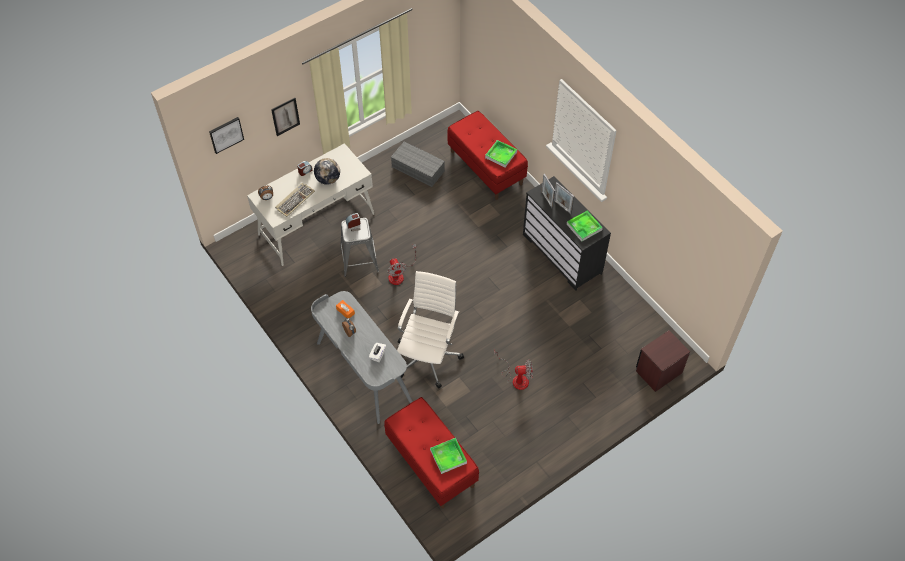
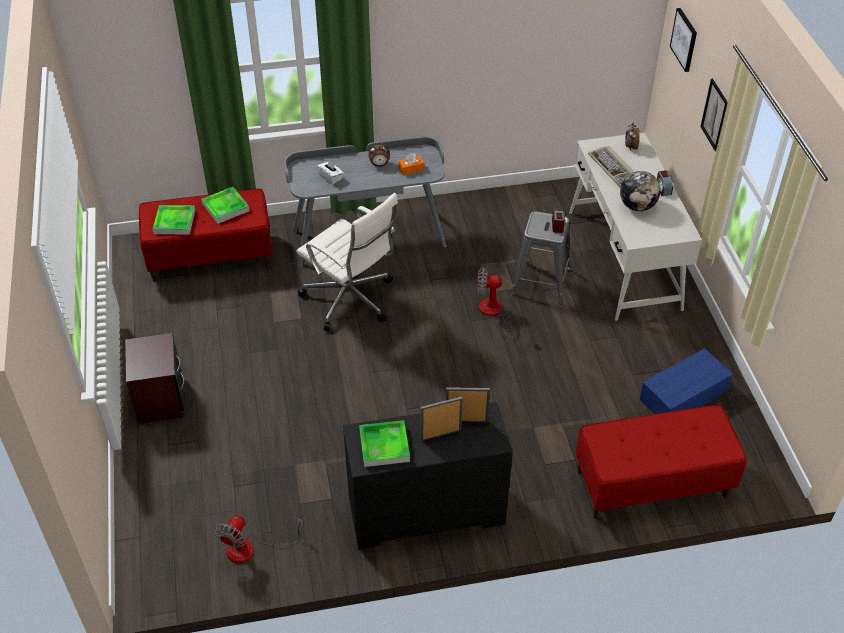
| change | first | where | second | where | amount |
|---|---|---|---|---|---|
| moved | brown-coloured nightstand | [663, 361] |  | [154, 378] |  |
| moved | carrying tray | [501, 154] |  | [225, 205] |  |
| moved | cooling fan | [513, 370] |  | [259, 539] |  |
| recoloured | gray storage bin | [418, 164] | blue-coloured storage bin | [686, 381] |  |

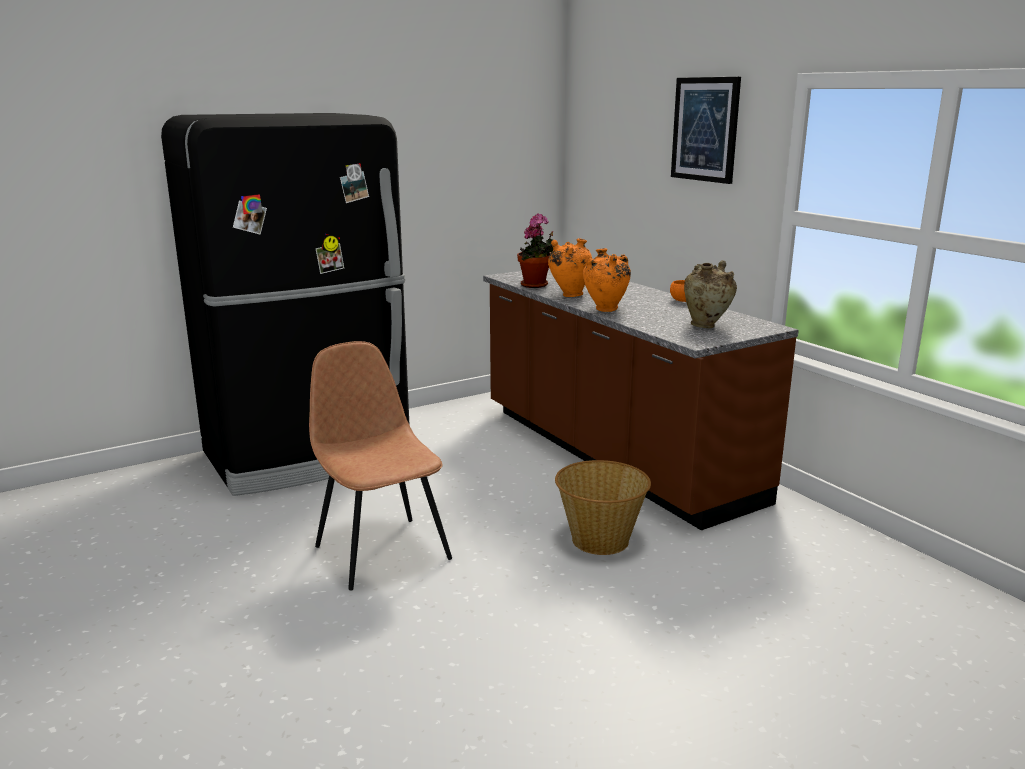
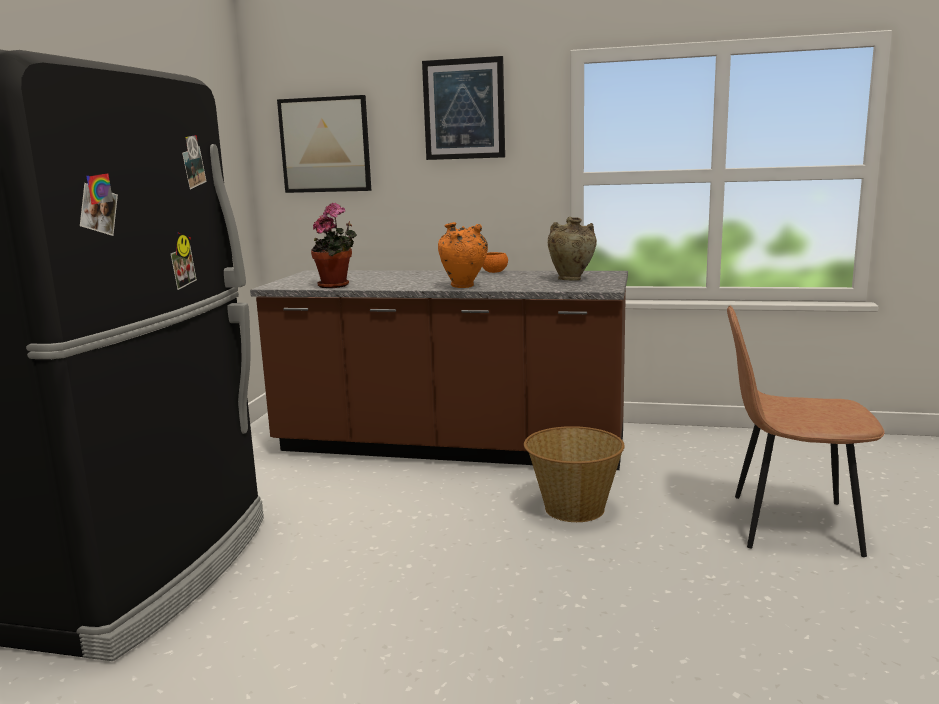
| change | first | where | second | where | amount |
|---|---|---|---|---|---|
| added |  |  | wall art | [324, 144] |  |
| moved | brown-coloured plain chair | [380, 465] |  | [805, 431] |  |
| removed | orange-coloured flower vase | [570, 267] |  |  |  |

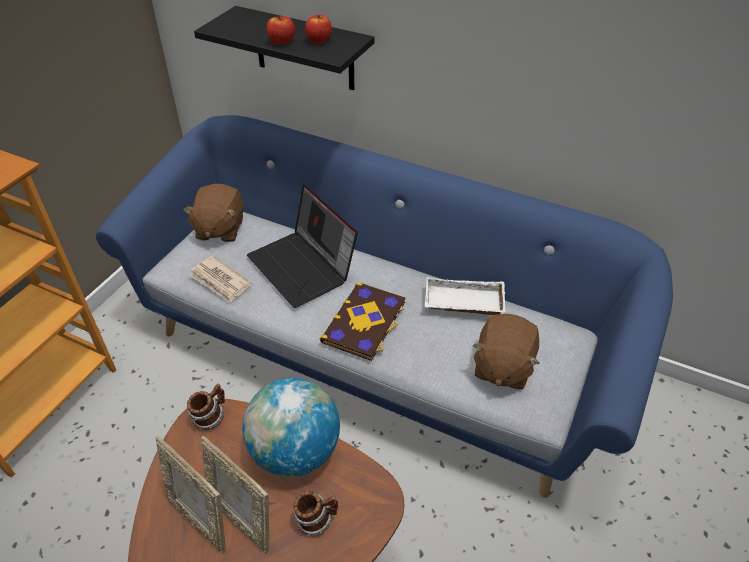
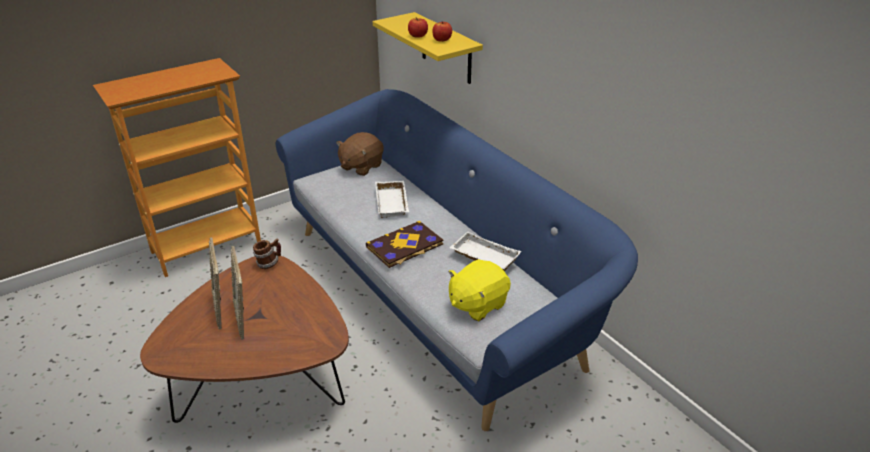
| change | first | where | second | where | amount |
|---|---|---|---|---|---|
| recoloured | blackish shelf | [284, 48] | yellow shelf | [428, 48] |  |
| replaced | notebook computer | [302, 246] | whitish carrying tray | [392, 199] |  |
| recoloured | brown-coloured cuddly toy | [506, 351] | yellow cuddly toy | [479, 290] |  |
| removed | newspaper | [220, 279] |  |  |  |
| removed | desk globe | [291, 427] |  |  |  |
| removed | coffee mug | [315, 513] |  |  |  |

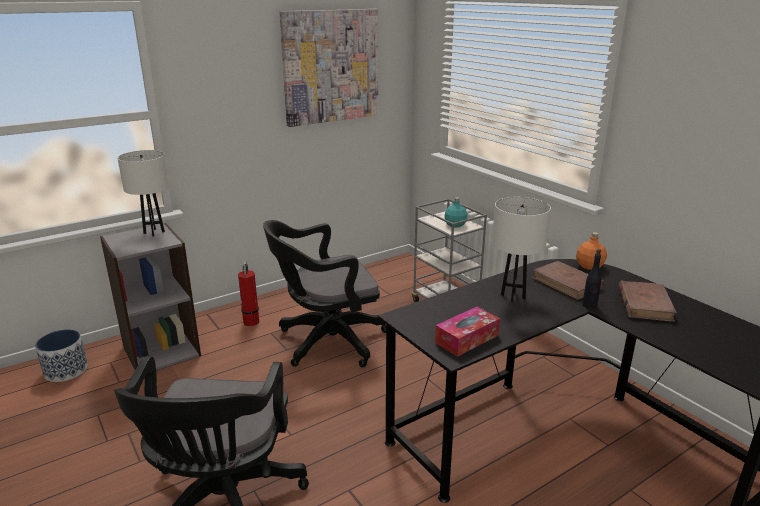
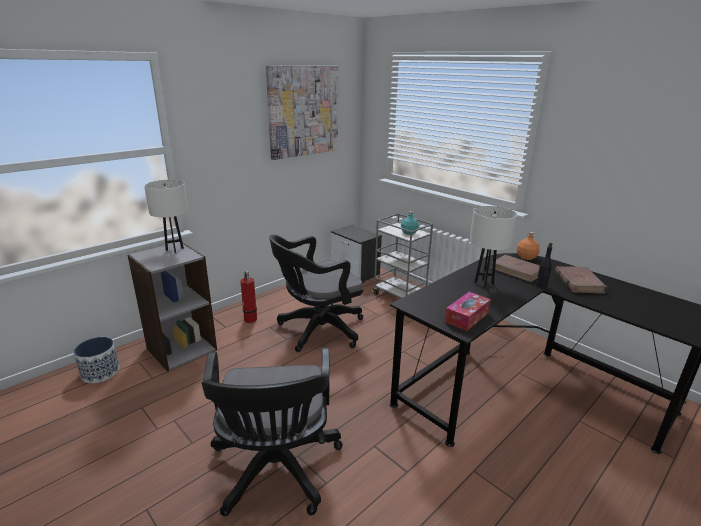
| change | first | where | second | where | amount |
|---|---|---|---|---|---|
| added |  |  | nightstand | [356, 254] |  |

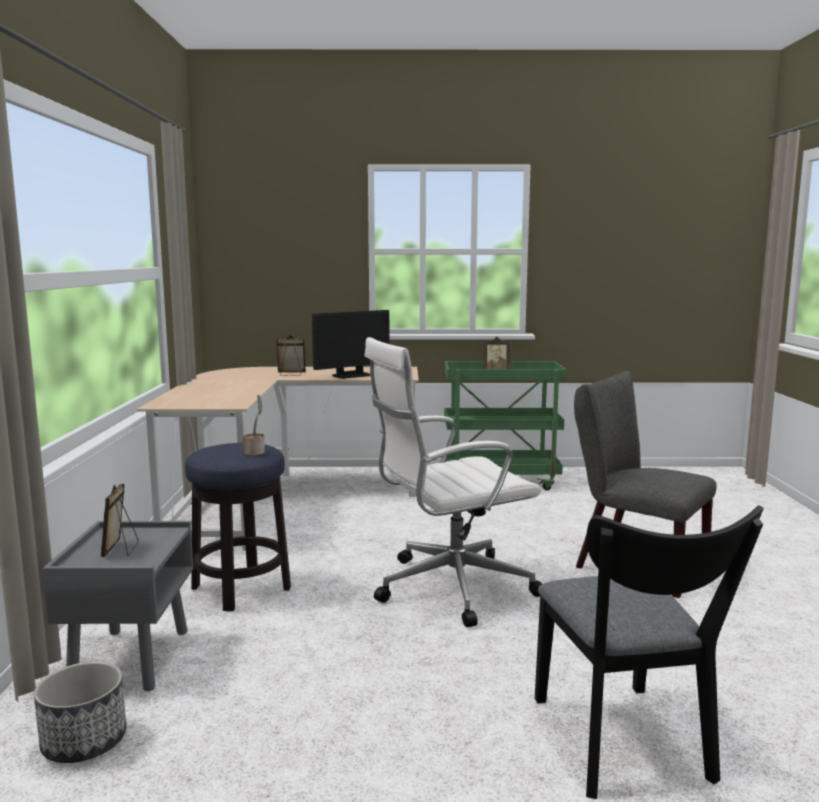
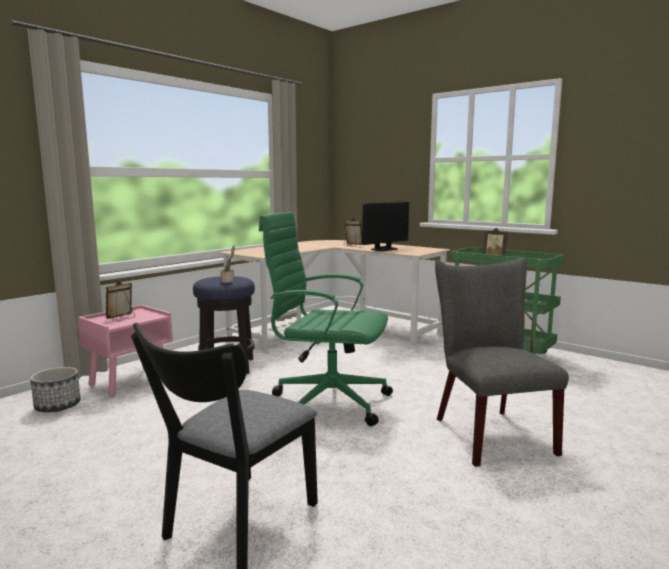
| change | first | where | second | where | amount |
|---|---|---|---|---|---|
| recoloured | gray nightstand | [117, 606] | pink nightstand | [125, 351] |  |
| recoloured | whitish desk chair | [453, 482] | green desk chair | [326, 319] |  |
| turned | computer display | [351, 344] |  | [385, 226] | 45 degrees counterclockwise |

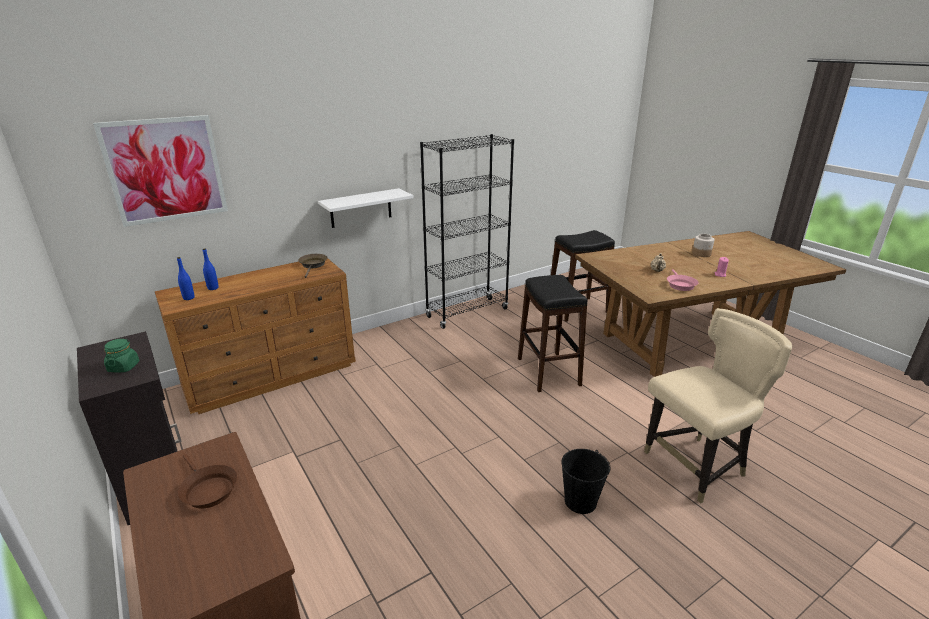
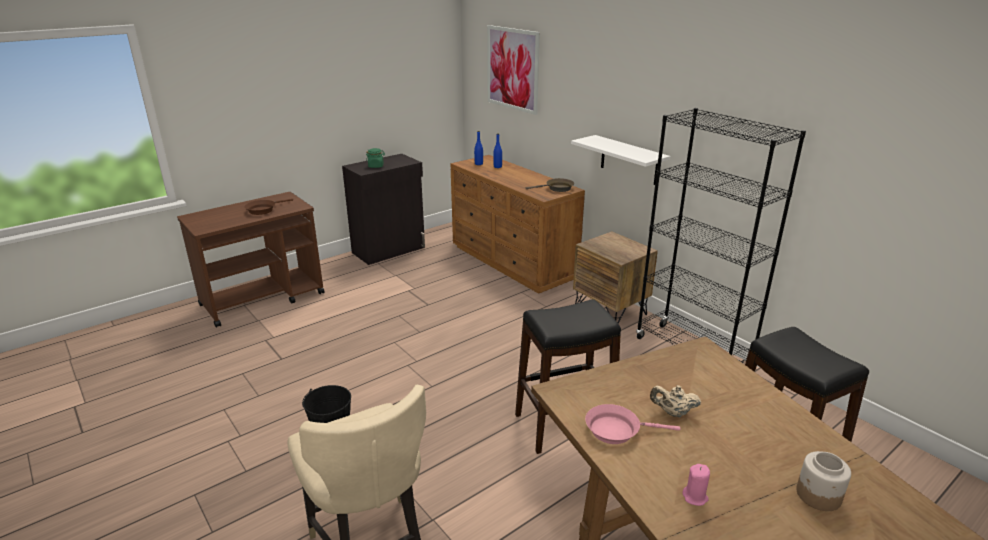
| change | first | where | second | where | amount |
|---|---|---|---|---|---|
| added |  |  | brown-coloured nightstand | [615, 277] |  |

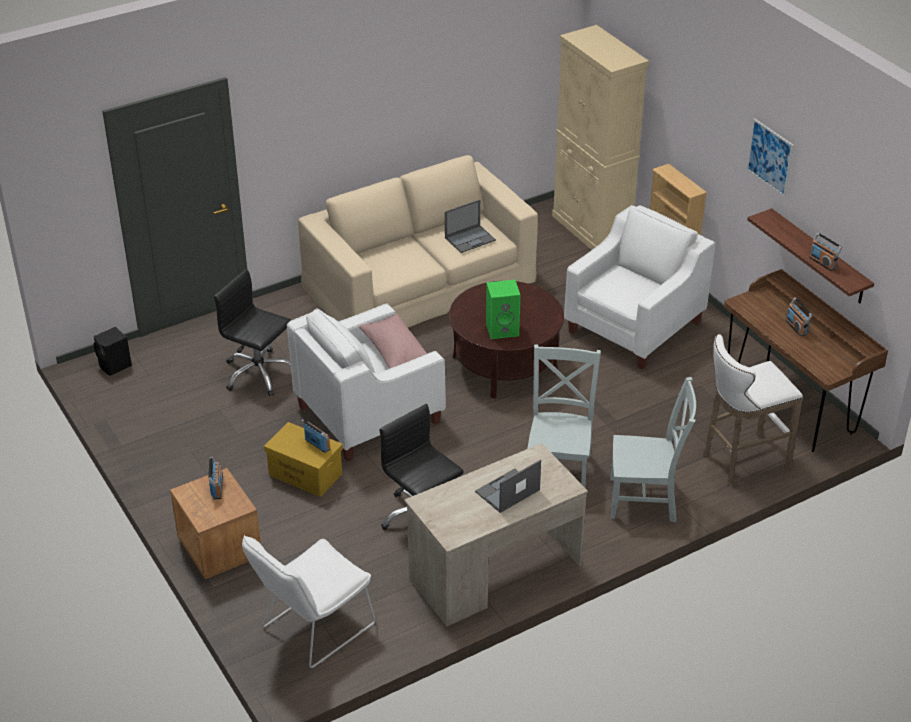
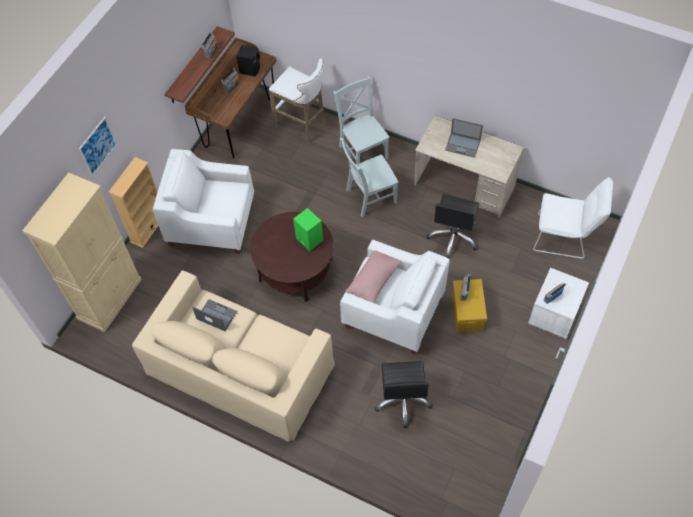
| change | first | where | second | where | amount |
|---|---|---|---|---|---|
| moved | wall art | [770, 157] |  | [98, 146] |  |
| moved | blackish speaker | [112, 351] |  | [248, 61] |  |
| recoloured | brown-coloured nightstand | [215, 524] | whitish nightstand | [558, 303] |  |

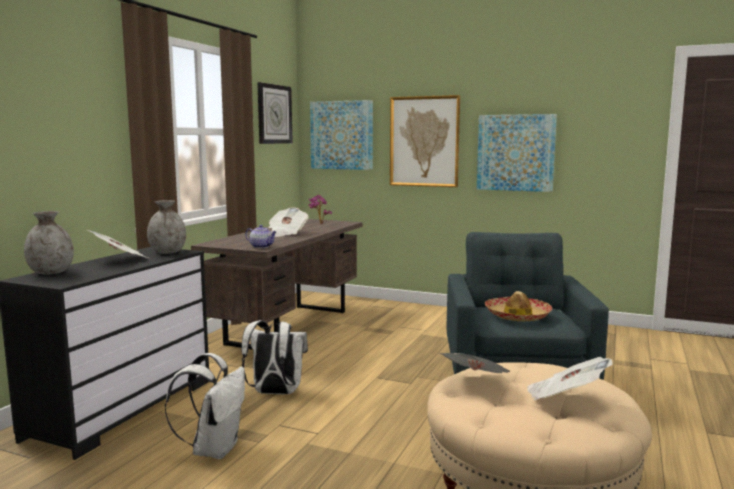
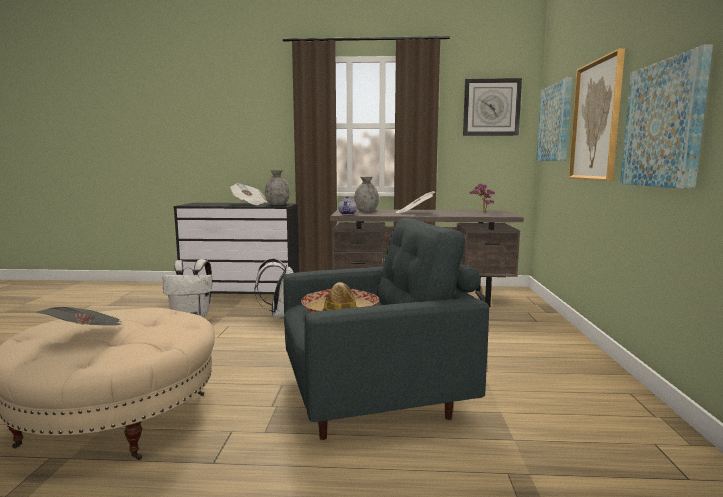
| change | first | where | second | where | amount |
|---|---|---|---|---|---|
| moved | gray flower vase | [49, 243] |  | [366, 194] |  |
| removed | newspaper | [474, 363] |  |  |  |

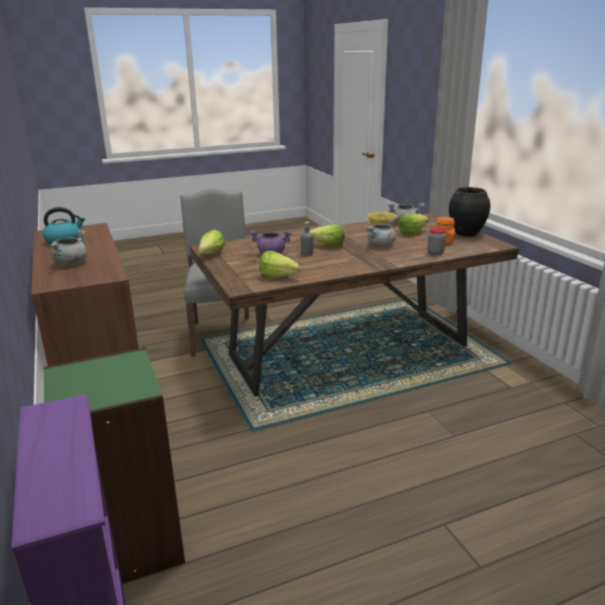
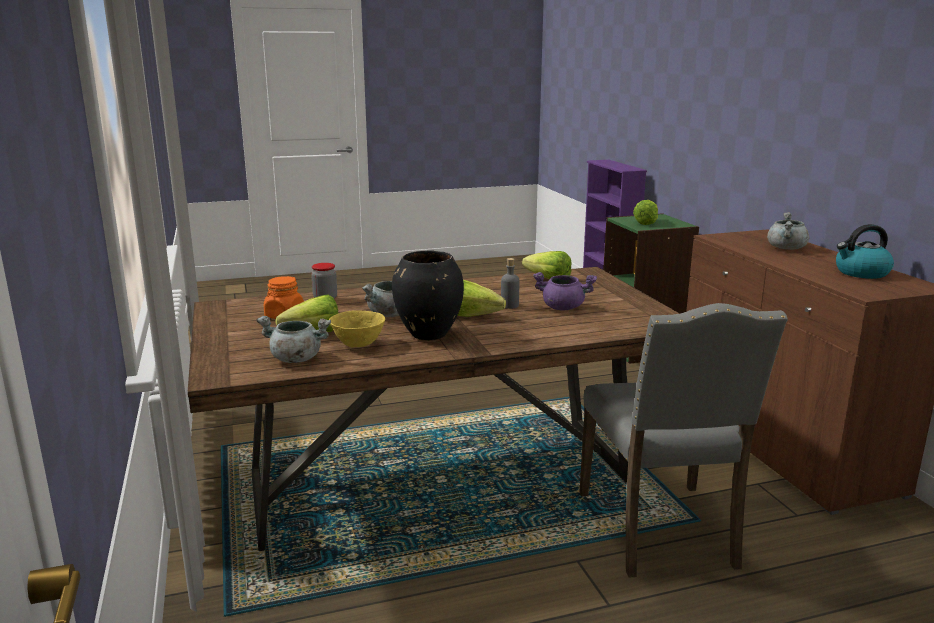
| change | first | where | second | where | amount |
|---|---|---|---|---|---|
| moved | blackish flower vase | [469, 212] |  | [428, 295] |  |
| moved | lettuce head | [211, 241] |  | [645, 212] |  |

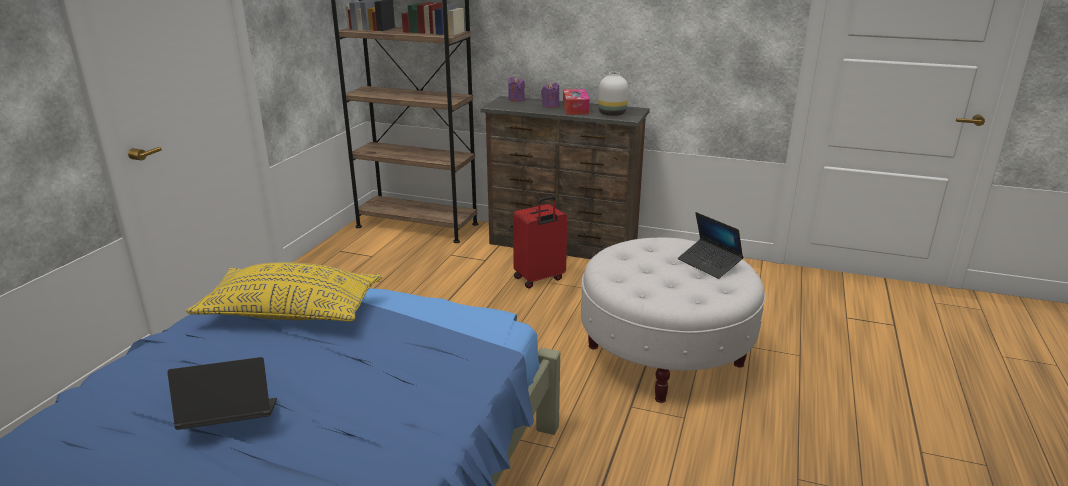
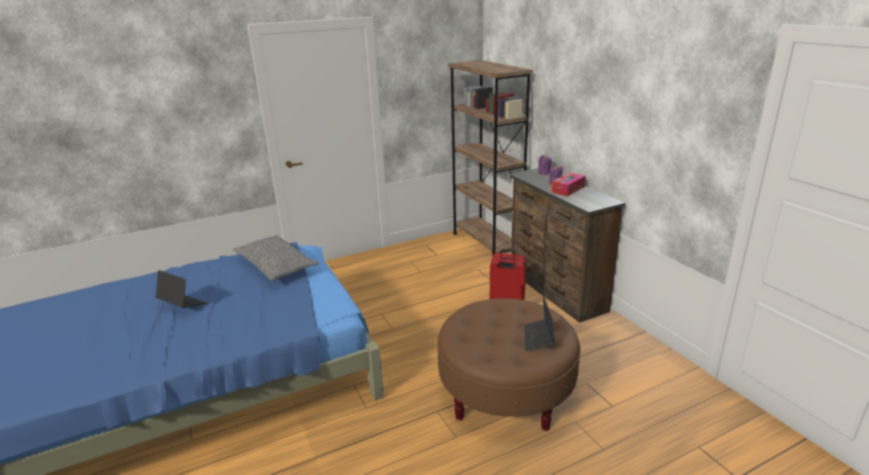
| change | first | where | second | where | amount |
|---|---|---|---|---|---|
| recoloured | yellow pillow | [284, 292] | gray pillow | [275, 258] |  |
| recoloured | whitish pouffe | [673, 320] | brown-coloured pouffe | [509, 364] |  |
| removed | whitish flower vase | [613, 94] |  |  |  |

